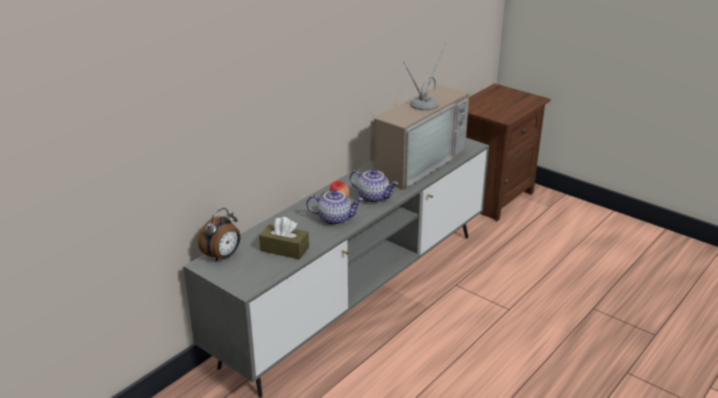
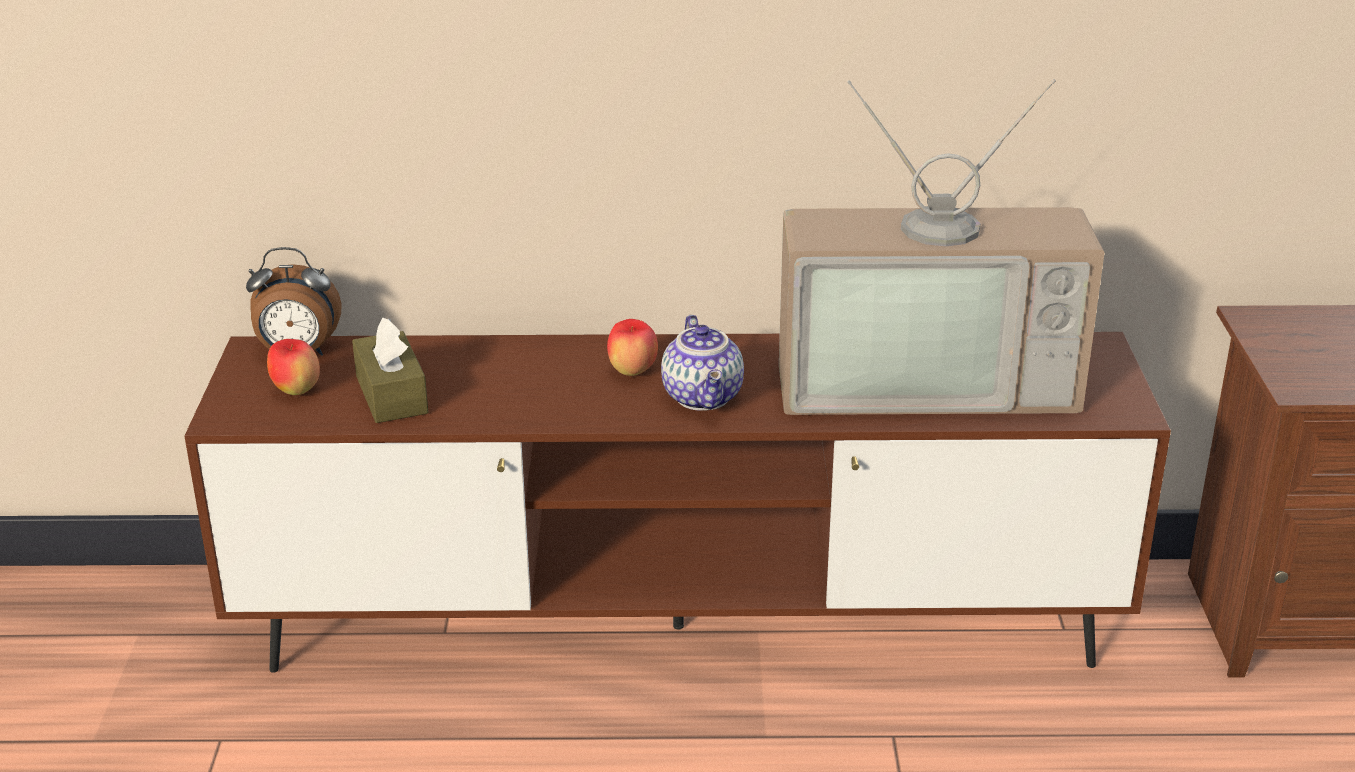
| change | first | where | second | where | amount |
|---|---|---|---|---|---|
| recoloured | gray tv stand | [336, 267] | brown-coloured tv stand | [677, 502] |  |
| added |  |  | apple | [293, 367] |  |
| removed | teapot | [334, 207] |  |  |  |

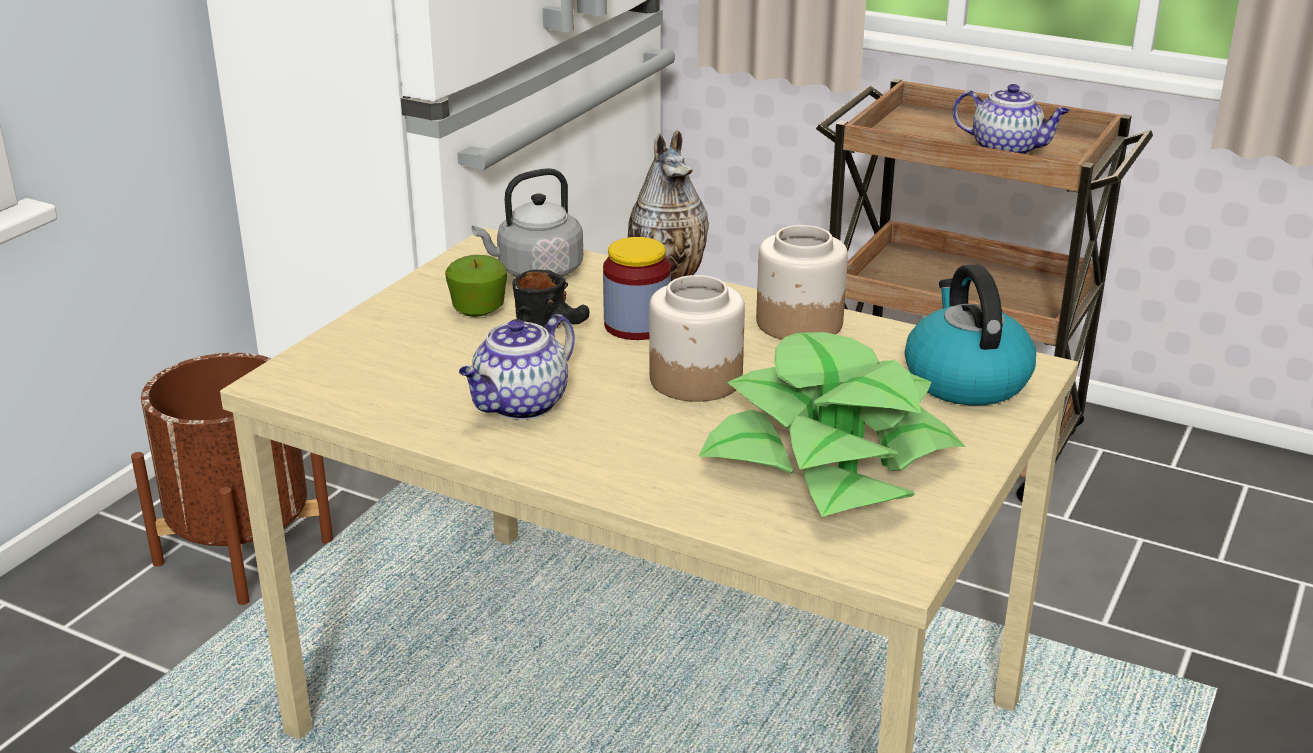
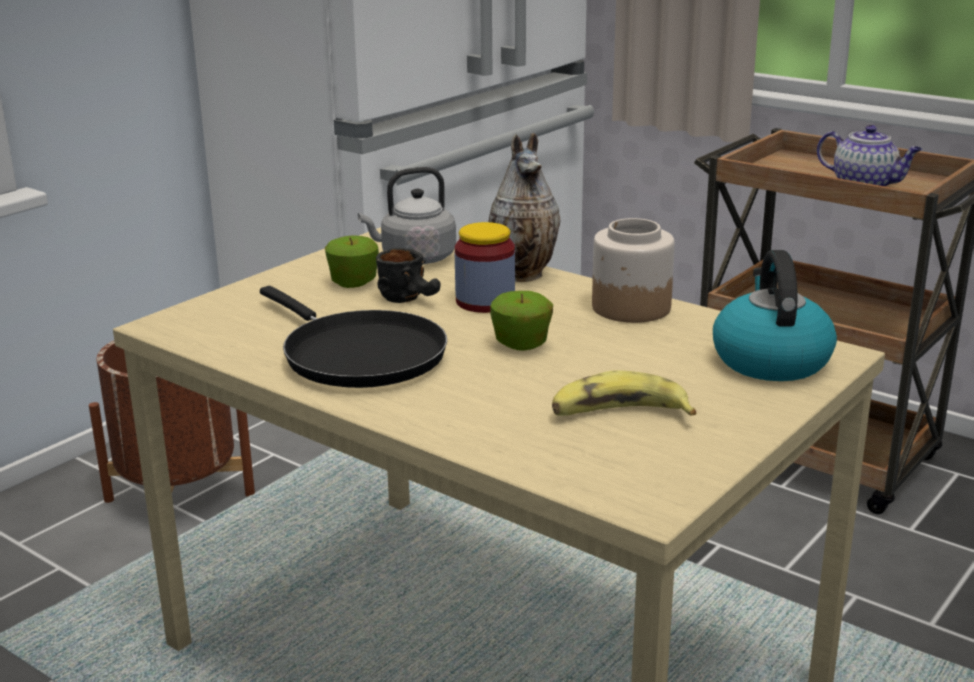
| change | first | where | second | where | amount |
|---|---|---|---|---|---|
| replaced | teapot | [517, 367] | blackish pan | [353, 337] |  |
| replaced | jar | [697, 338] | apple | [521, 321] |  |
| replaced | potted plant | [832, 424] | whole banana | [624, 393] |  |

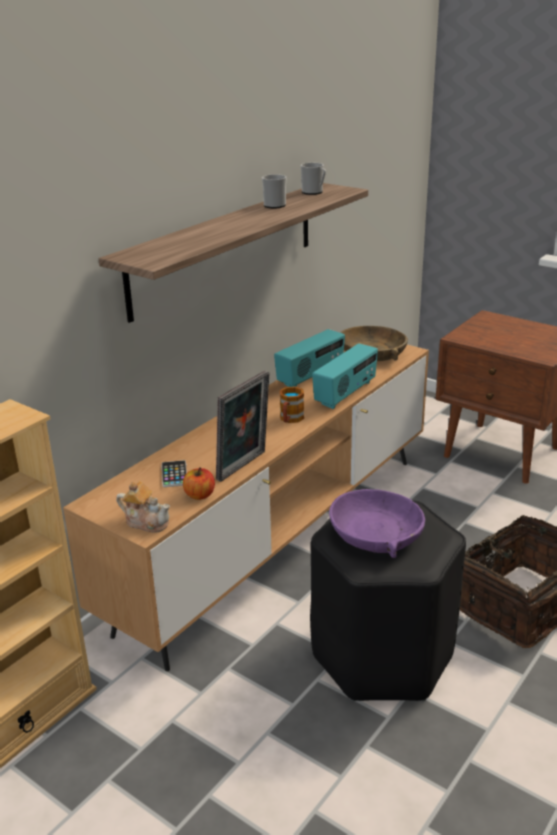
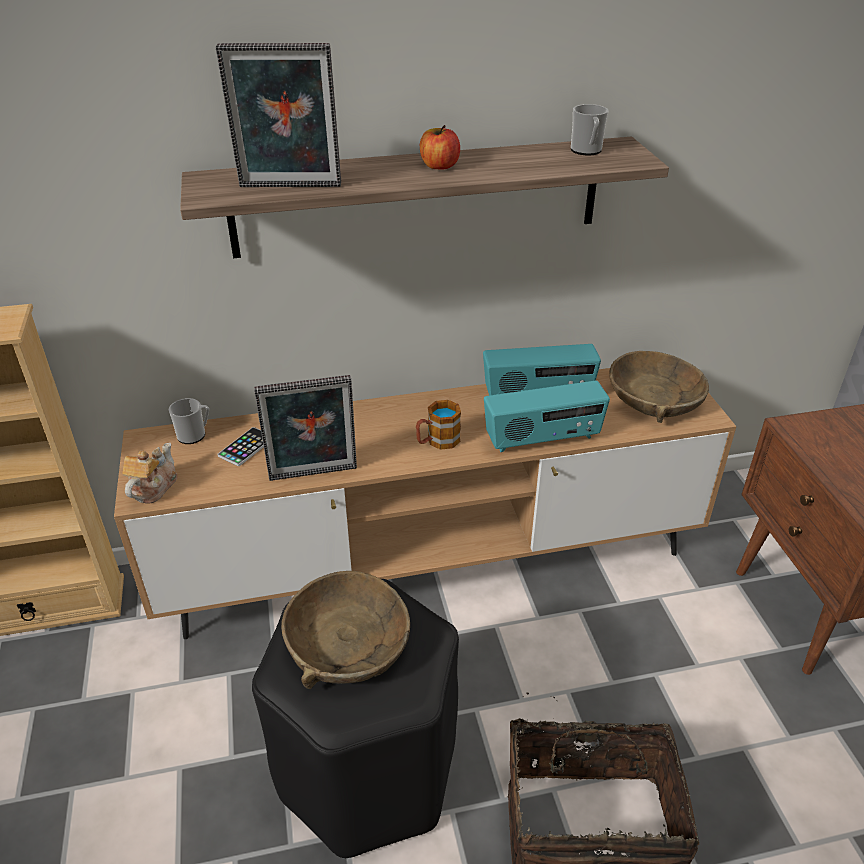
| change | first | where | second | where | amount |
|---|---|---|---|---|---|
| turned | teapot | [143, 507] |  | [149, 472] | 135 degrees counterclockwise |
| moved | coffee mug | [274, 191] |  | [189, 421] |  |
| added |  |  | picture frame | [278, 115] |  |
| recoloured | purplish bowl | [377, 523] | brown-coloured bowl | [345, 630] |  |
| moved | apple | [199, 483] |  | [440, 147] |  |

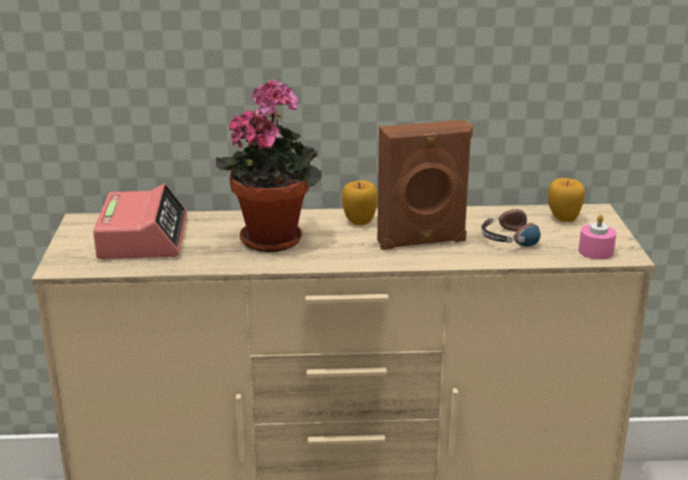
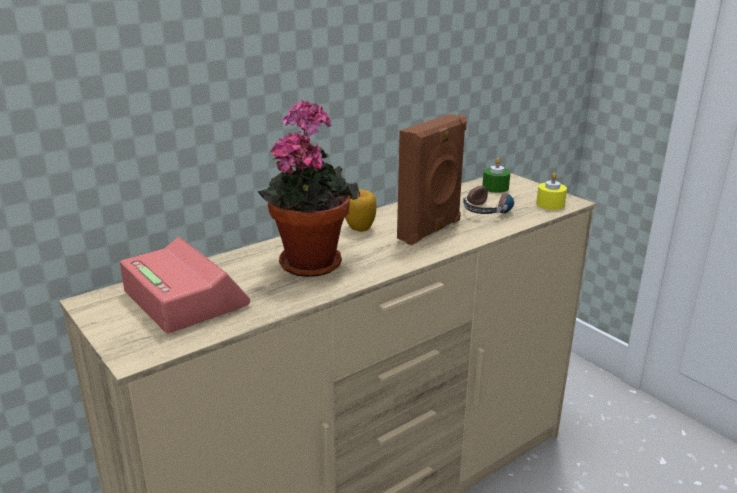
| change | first | where | second | where | amount |
|---|---|---|---|---|---|
| replaced | apple | [566, 200] | green candle | [496, 175] |  |
| recoloured | pink candle | [597, 237] | yellow candle | [551, 191] |  |

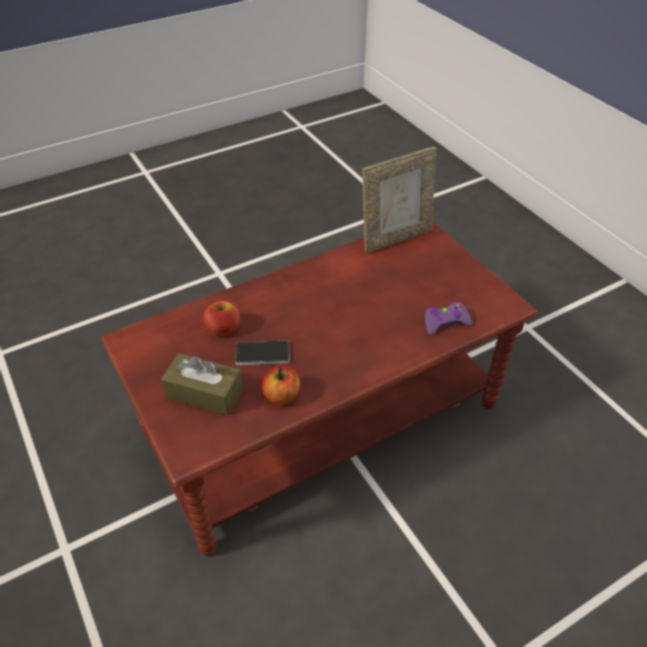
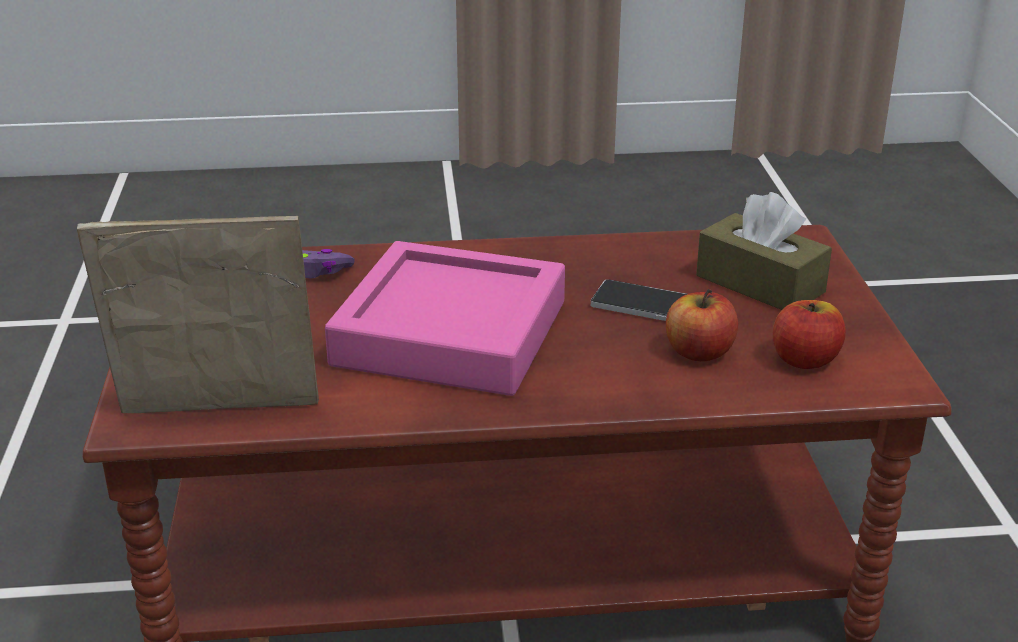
| change | first | where | second | where | amount |
|---|---|---|---|---|---|
| added |  |  | pink carrying tray | [445, 318] |  |
| moved | apple | [281, 385] |  | [809, 334] |  |

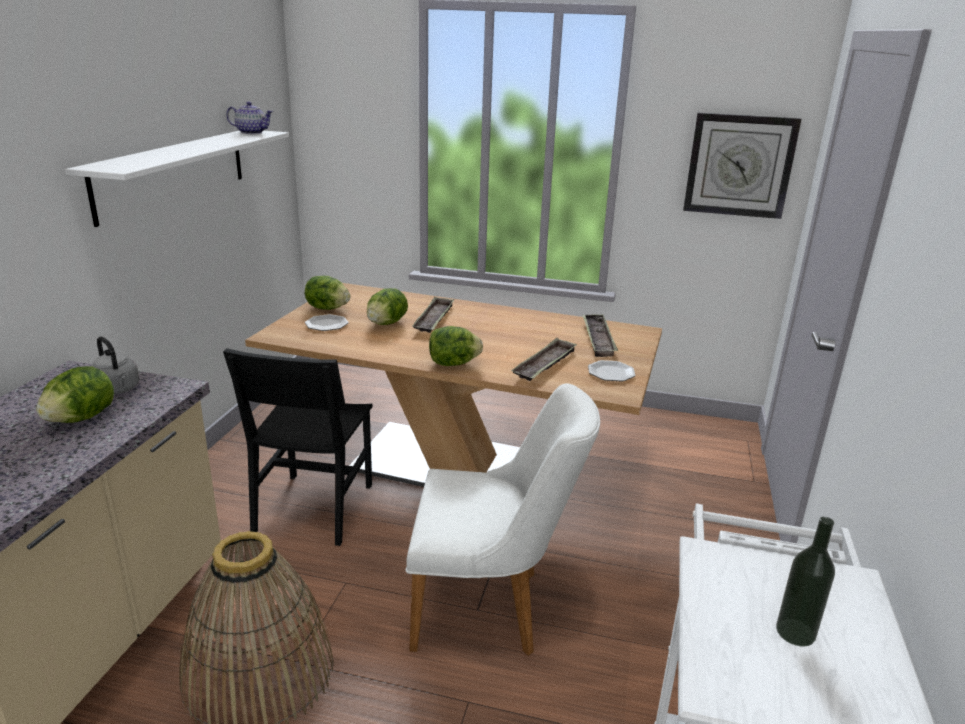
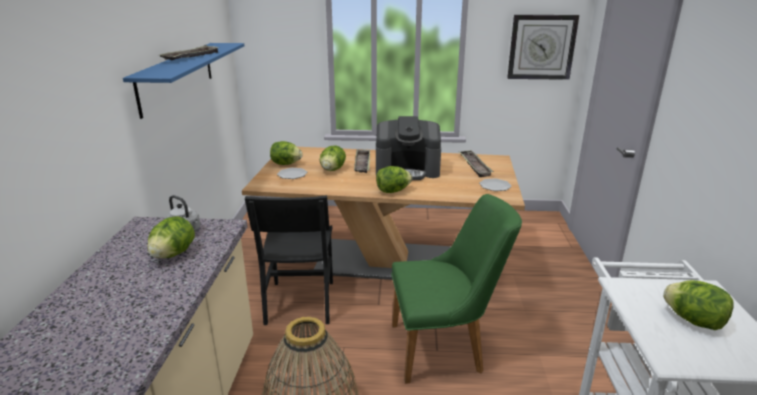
| change | first | where | second | where | amount |
|---|---|---|---|---|---|
| recoloured | whitish shelf | [177, 178] | blue-coloured shelf | [183, 81] |  |
| moved | carrying tray | [544, 359] |  | [189, 52] |  |
| added |  |  | coffee brewer | [408, 148] |  |
| recoloured | whitish plain chair | [503, 519] | green plain chair | [456, 289] |  |
| replaced | bottle | [805, 582] | lettuce head | [698, 305] |  |
| removed | teapot | [250, 118] |  |  |  |

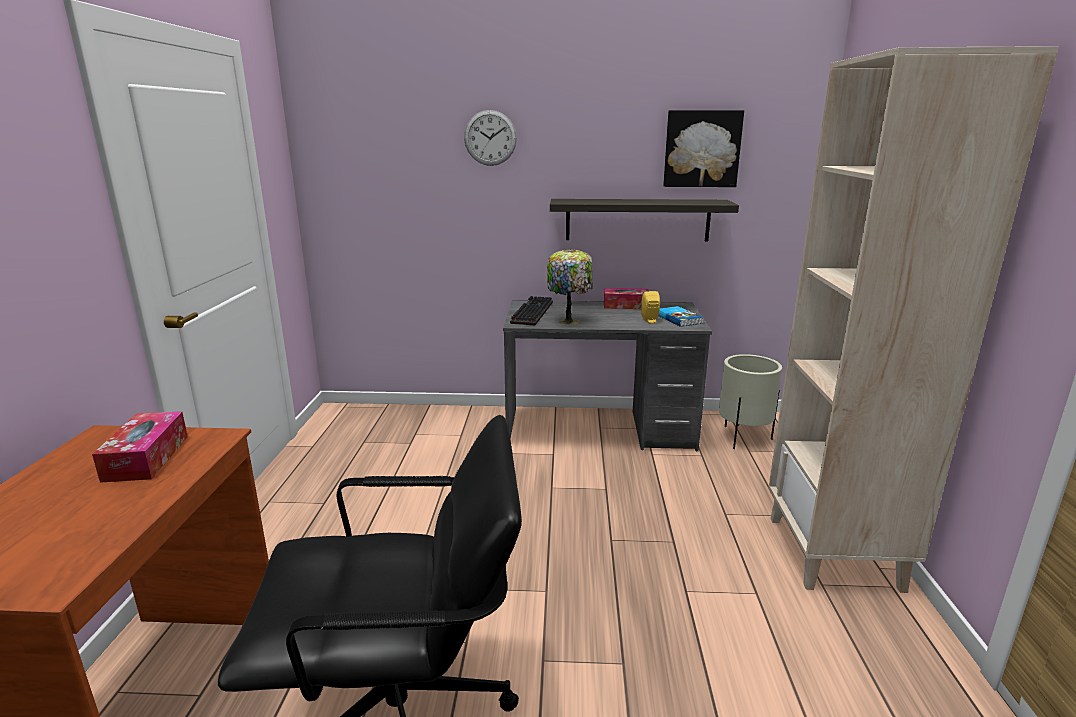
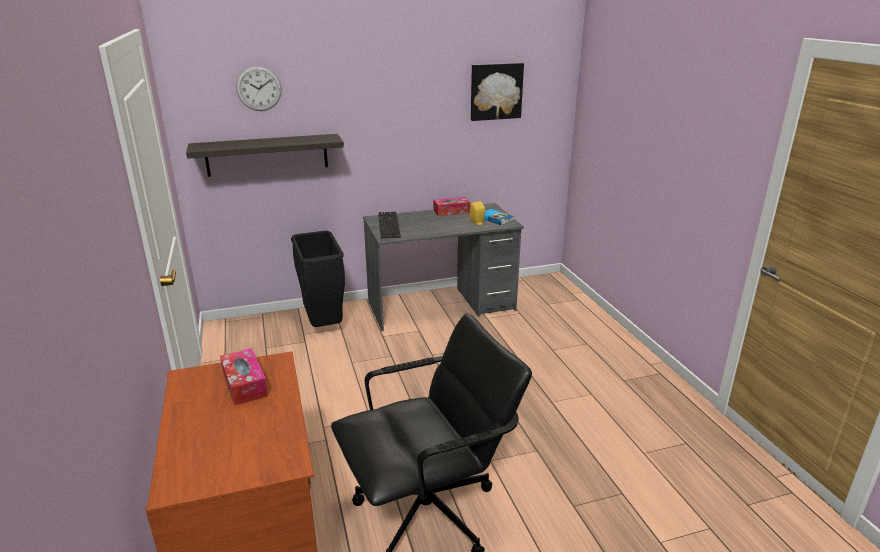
| change | first | where | second | where | amount |
|---|---|---|---|---|---|
| moved | shelf | [644, 220] |  | [265, 155] |  |
| moved | clock on the wall | [490, 138] |  | [259, 88] |  |
| added |  |  | blackish rubbish bin | [318, 279] |  |
| removed | table lamp | [570, 287] |  |  |  |
| removed | sand-coloured planter | [750, 401] |  |  |  |
| removed | sand-coloured bookcase | [913, 319] |  |  |  |

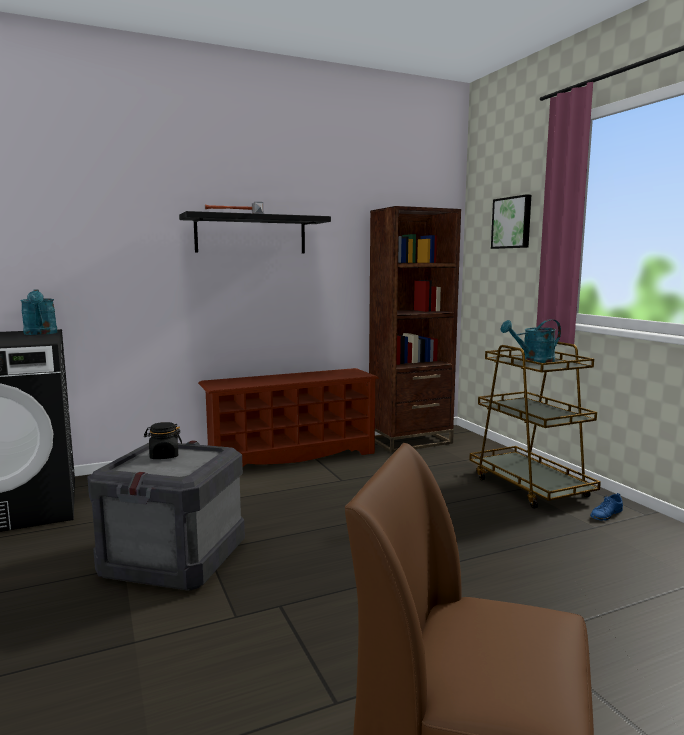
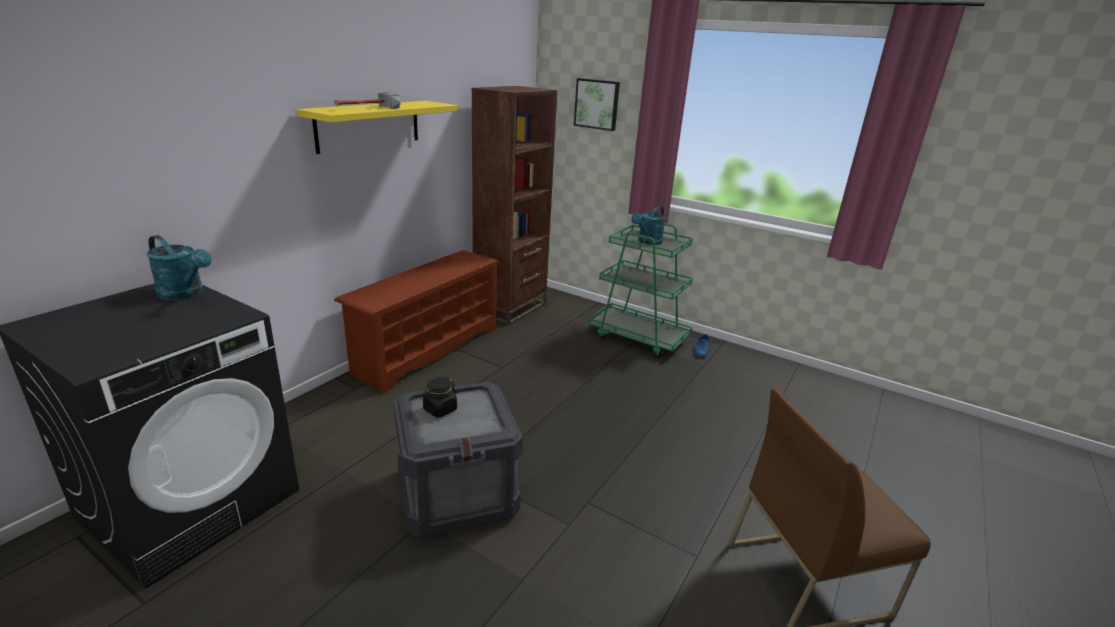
| change | first | where | second | where | amount |
|---|---|---|---|---|---|
| recoloured | blackish shelf | [255, 232] | yellow shelf | [376, 127] |  |
| recoloured | brown-coloured trolley | [535, 425] | green trolley | [640, 290] |  |

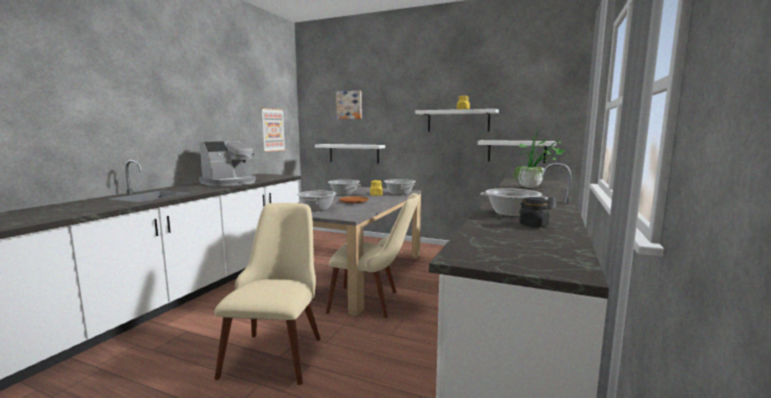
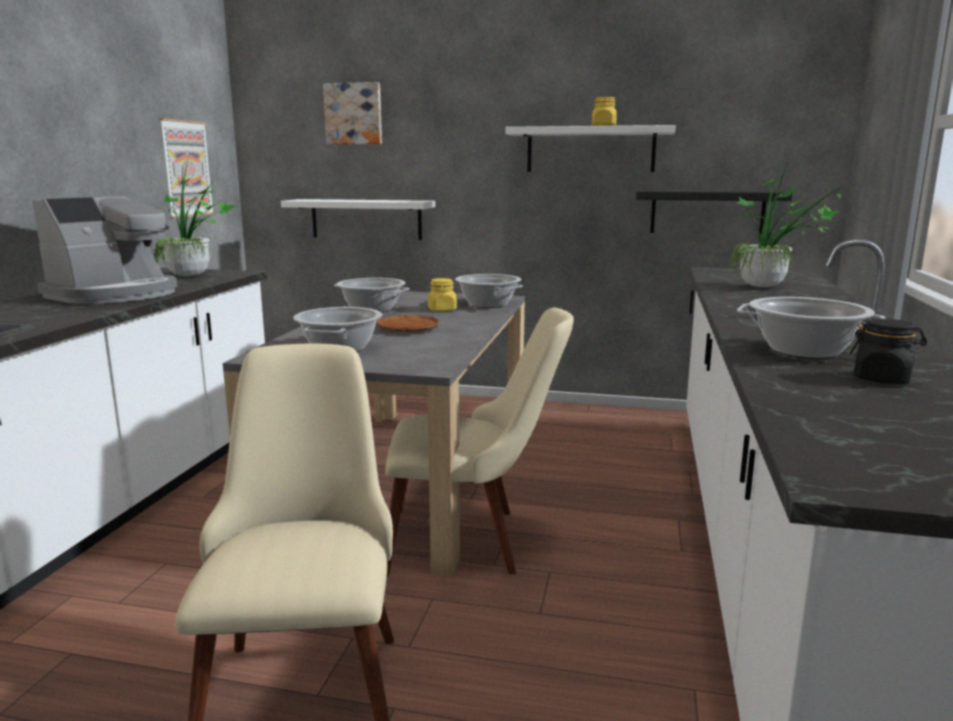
| change | first | where | second | where | amount |
|---|---|---|---|---|---|
| added |  |  | potted plant | [194, 216] |  |
| recoloured | whitish shelf | [517, 151] | blackish shelf | [714, 212] |  |

